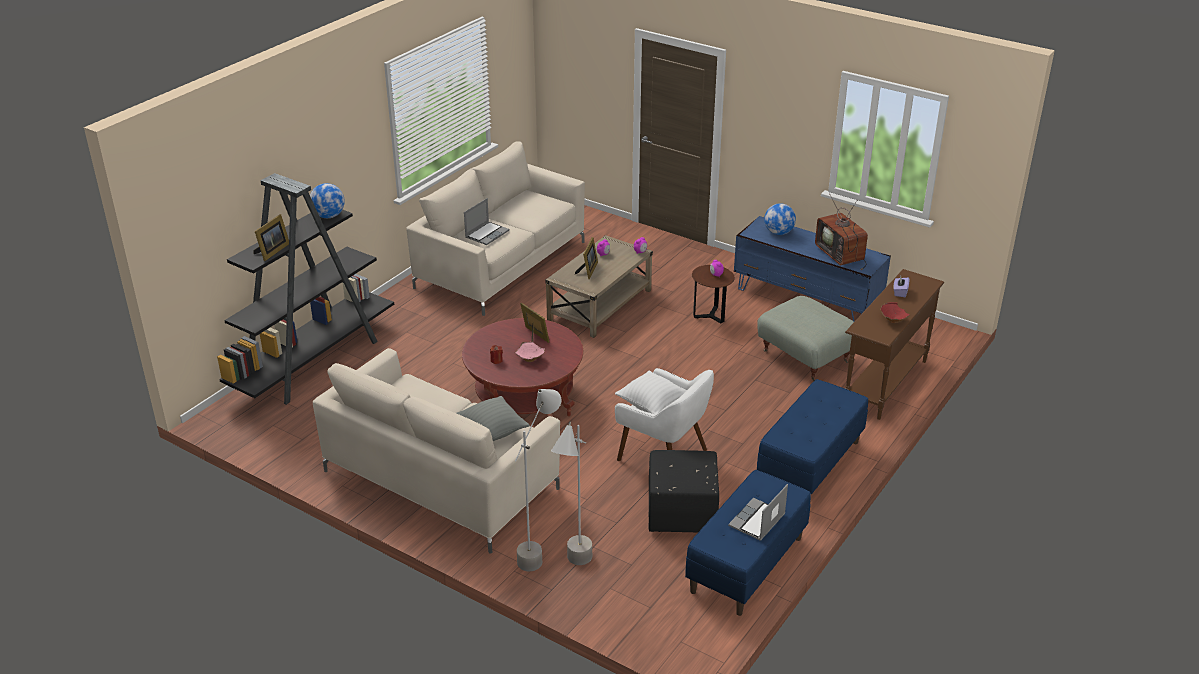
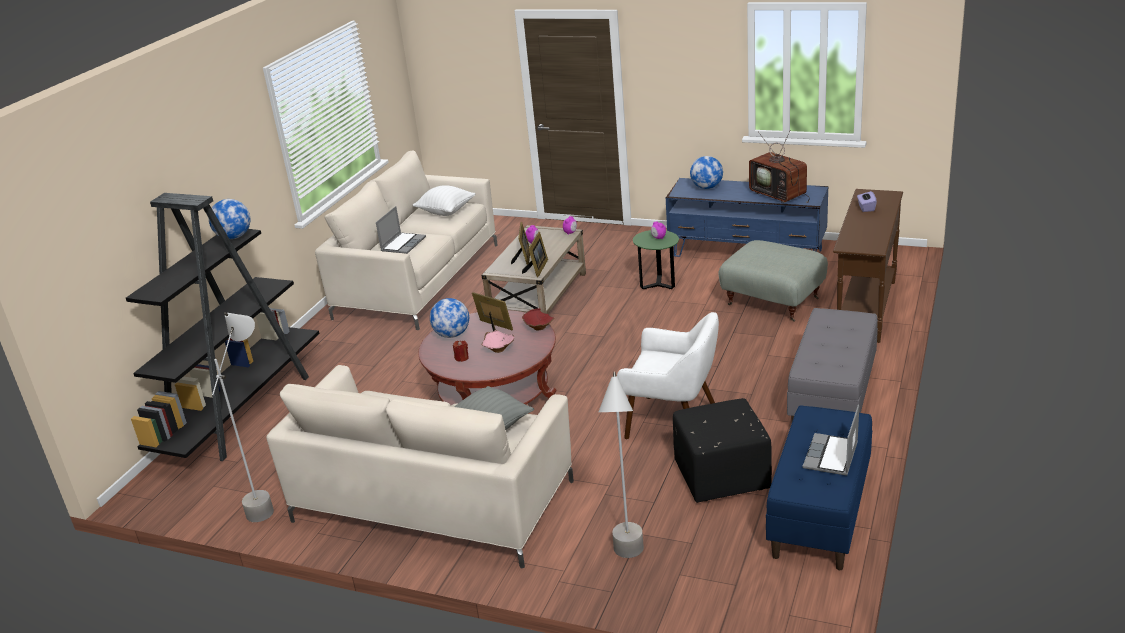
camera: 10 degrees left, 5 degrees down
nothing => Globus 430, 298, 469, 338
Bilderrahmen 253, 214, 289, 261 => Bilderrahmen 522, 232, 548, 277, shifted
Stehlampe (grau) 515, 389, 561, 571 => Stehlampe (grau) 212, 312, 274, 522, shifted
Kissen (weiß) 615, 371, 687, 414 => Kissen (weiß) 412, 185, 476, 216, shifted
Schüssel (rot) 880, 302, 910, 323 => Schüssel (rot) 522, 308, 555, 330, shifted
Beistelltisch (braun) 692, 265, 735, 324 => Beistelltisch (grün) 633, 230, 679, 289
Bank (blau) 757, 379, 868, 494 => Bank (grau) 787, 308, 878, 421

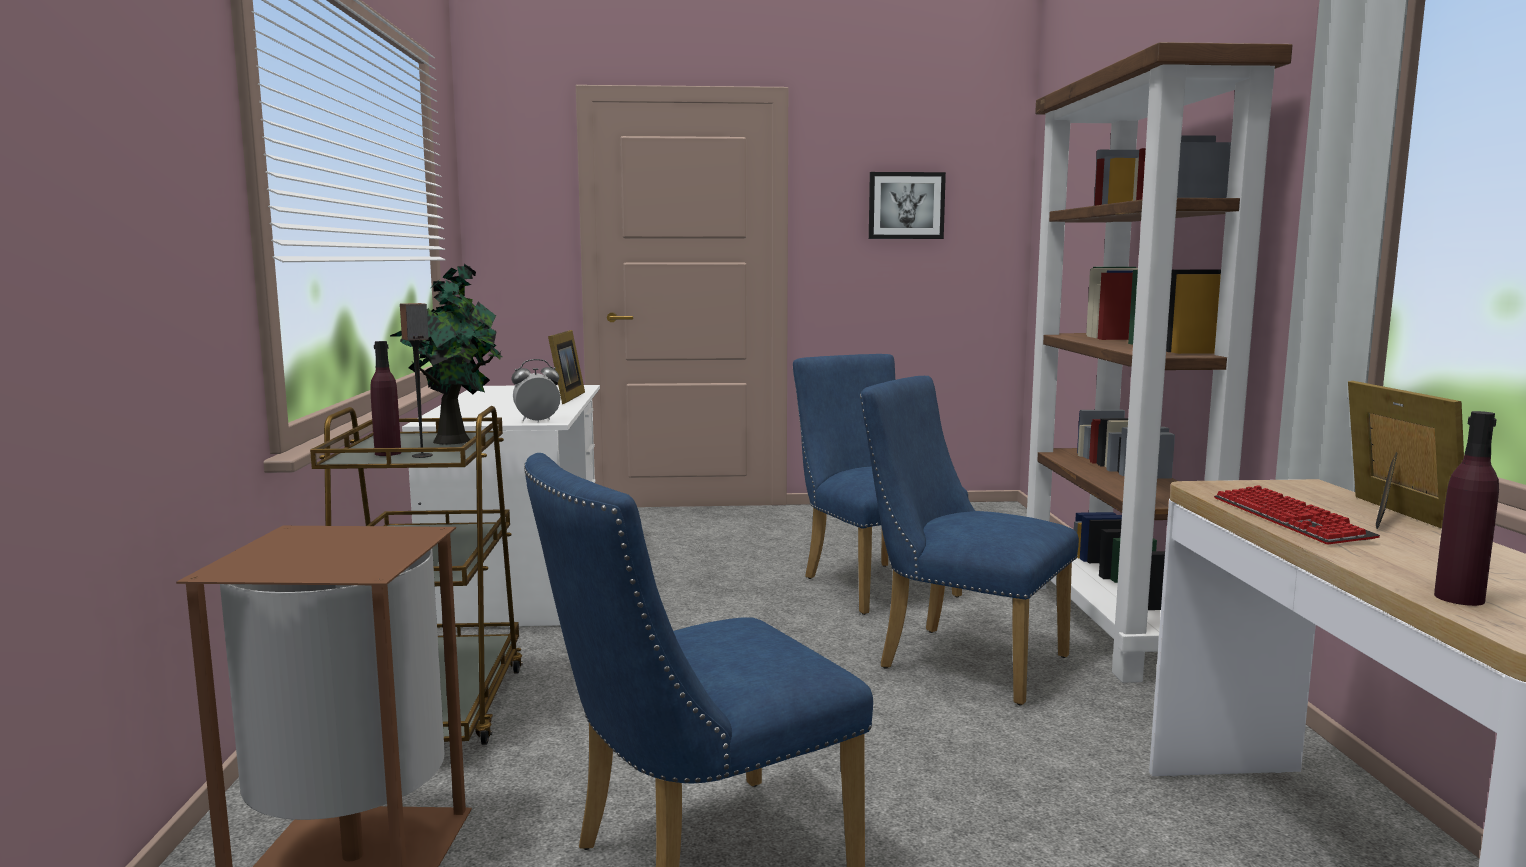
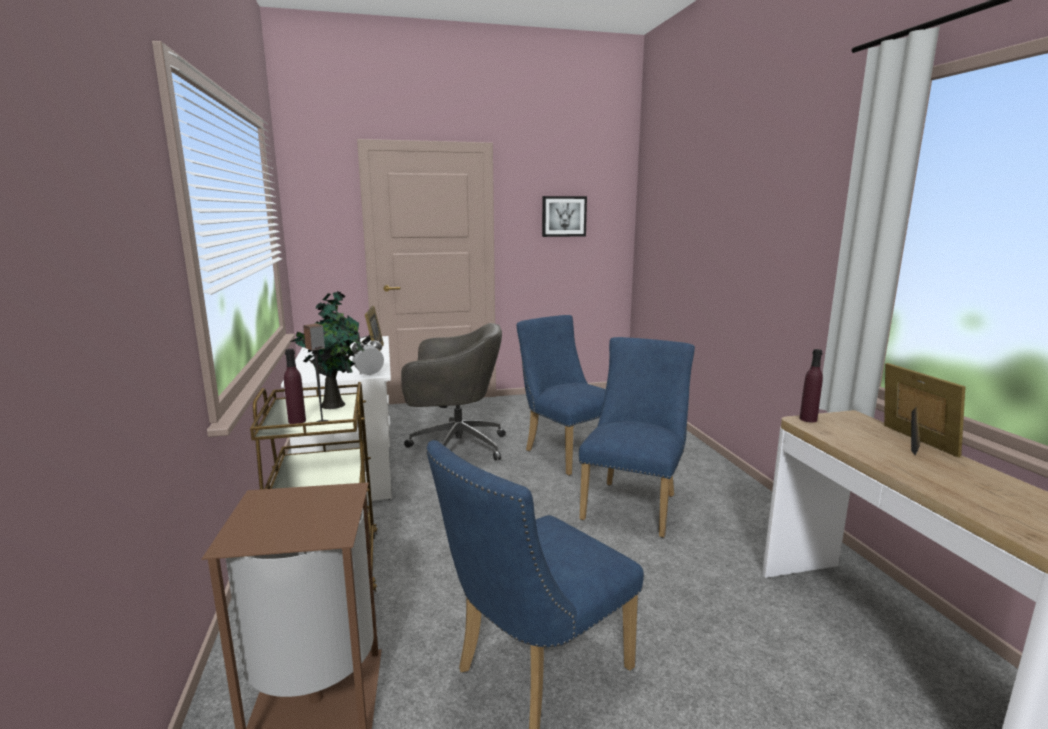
camera: 10 degrees left, 5 degrees up
Bücherregal (braun) 1027, 42, 1292, 683 => nothing
Tastatur 1214, 485, 1380, 544 => nothing
nothing => Bürostuhl (grau) 401, 323, 506, 461
Flasche (lila) 1434, 411, 1499, 606 => Flasche (lila) 800, 349, 823, 422, shifted
Stuhl (blau) 860, 376, 1079, 705 => Stuhl (blau) 579, 337, 695, 538, 90 degrees clockwise

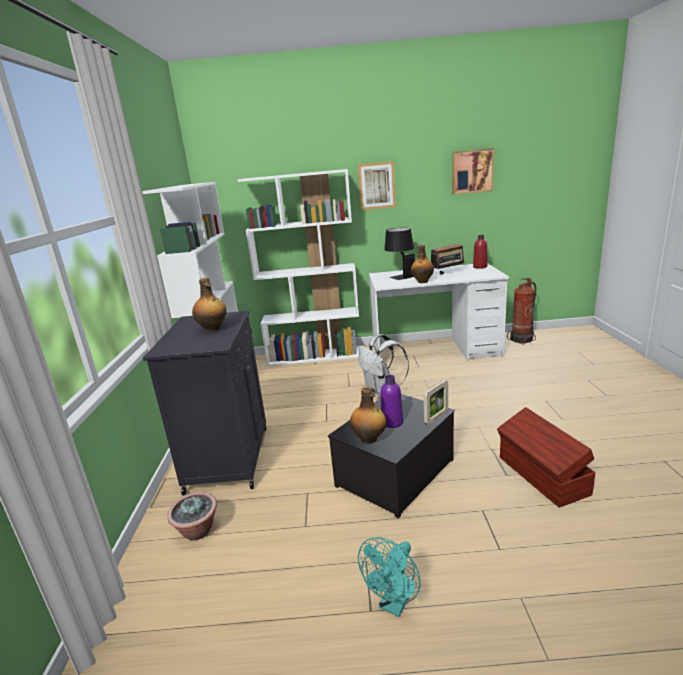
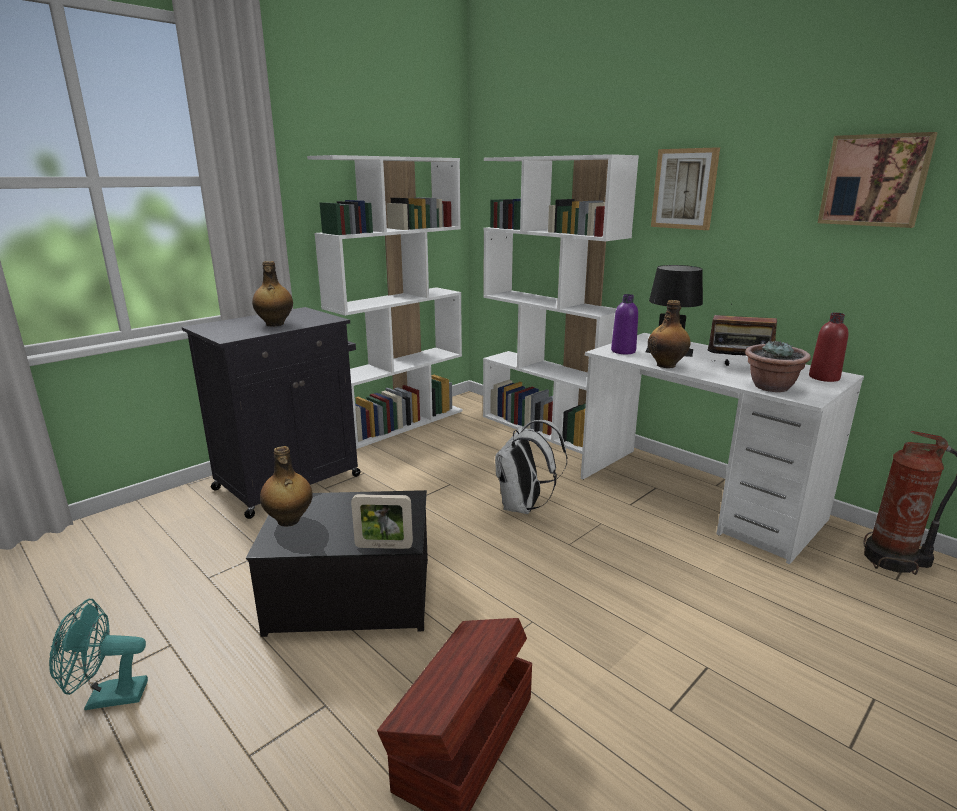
camera: 45 degrees right, 0 degrees up
Topfpflanze 168, 492, 217, 541 => Topfpflanze 745, 340, 811, 392, shifted
Flasche (lila) 381, 375, 403, 428 => Flasche (lila) 611, 294, 638, 354, shifted

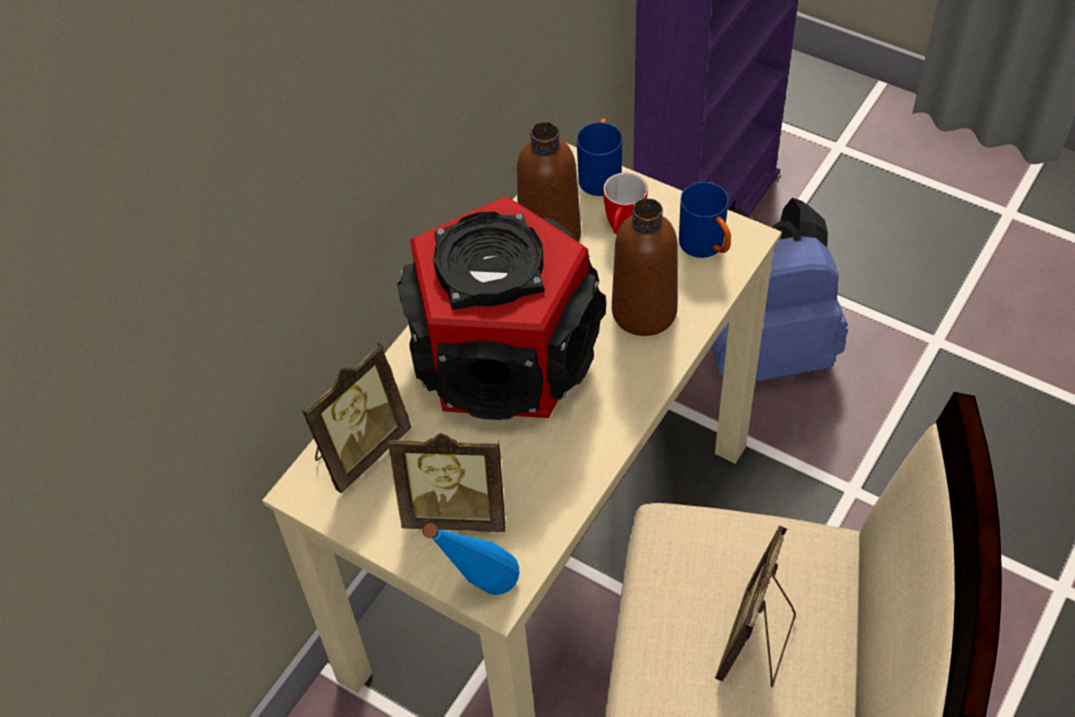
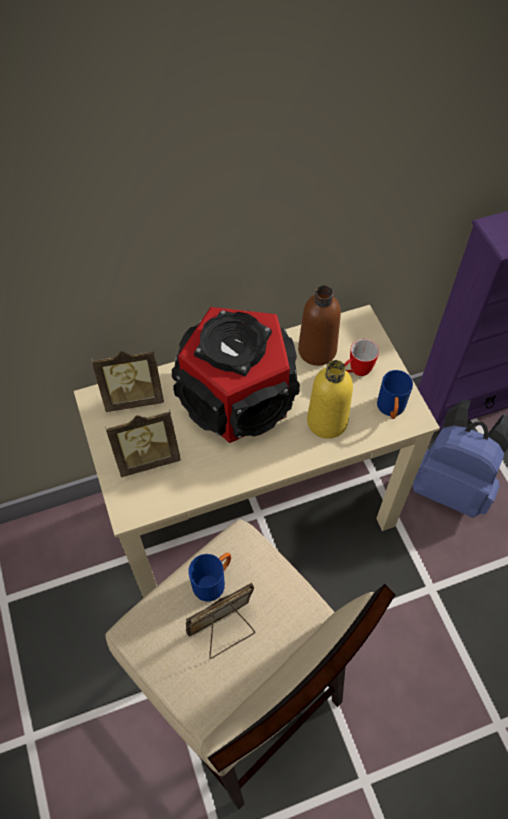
camera: 35 degrees right, 5 degrees up
Flasche (blau) 423, 523, 520, 595 => nothing
Henkelbecher (blau) 577, 118, 622, 196 => Henkelbecher (blau) 188, 553, 231, 601, shifted
Flasche (braun) 612, 198, 678, 336 => Flasche (gelb) 307, 360, 353, 439
Bilderrahmen 388, 433, 505, 532 => Bilderrahmen 105, 409, 181, 477, 60 degrees counterclockwise

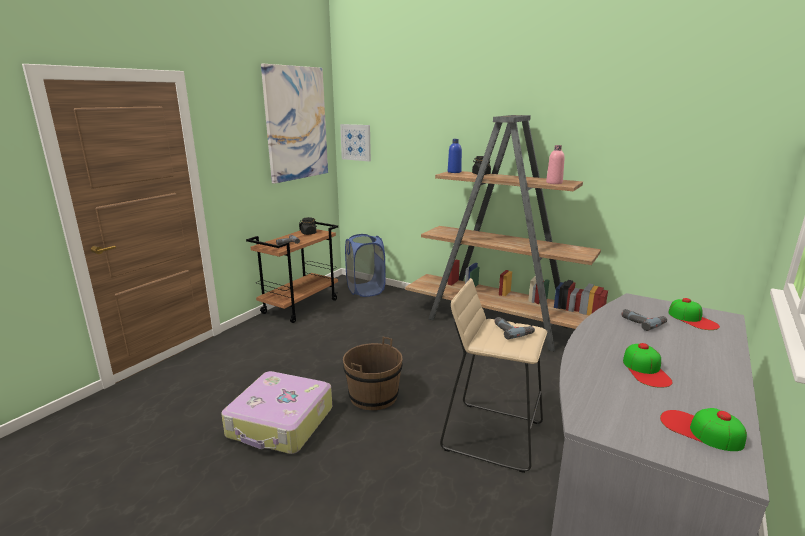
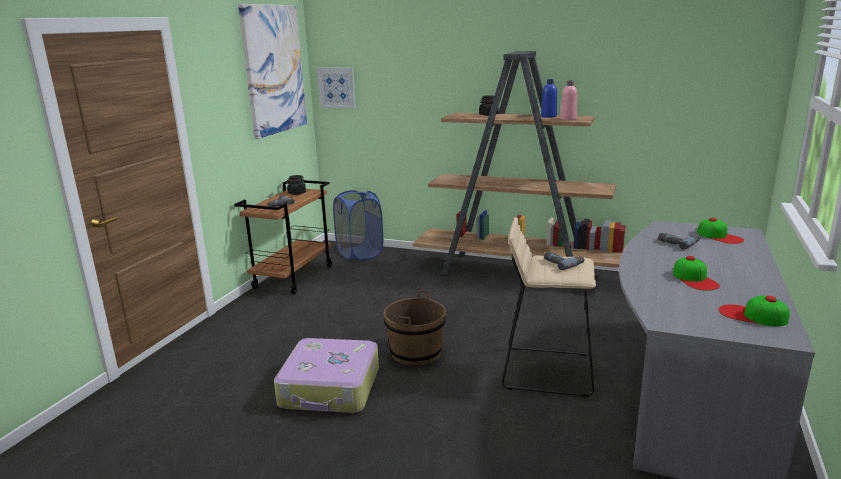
camera: 10 degrees left, 0 degrees up
Flasche (blau) 448, 139, 462, 173 => Flasche (blau) 541, 79, 557, 118, shifted

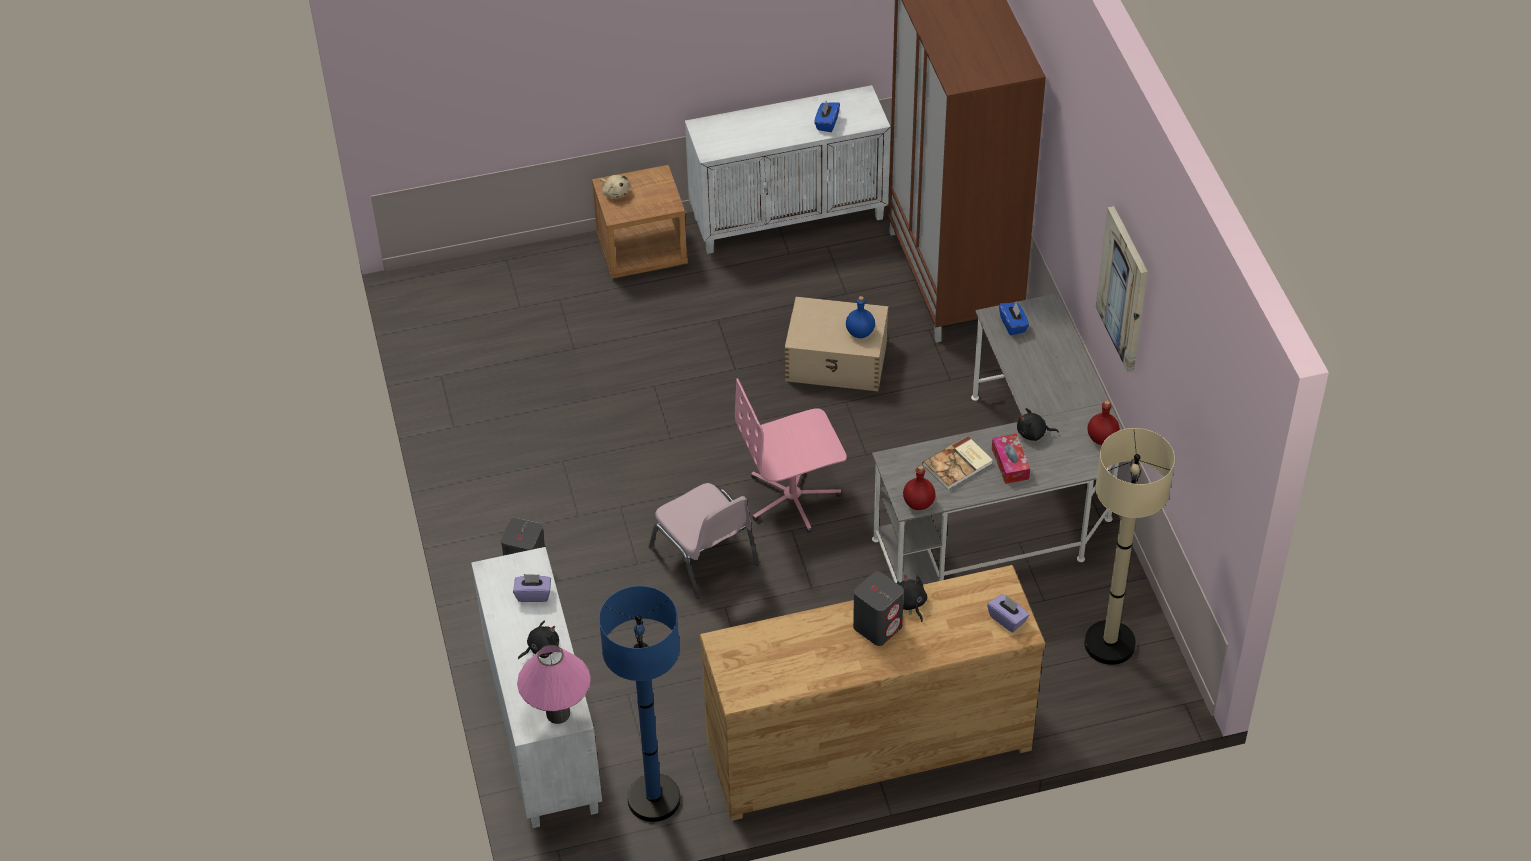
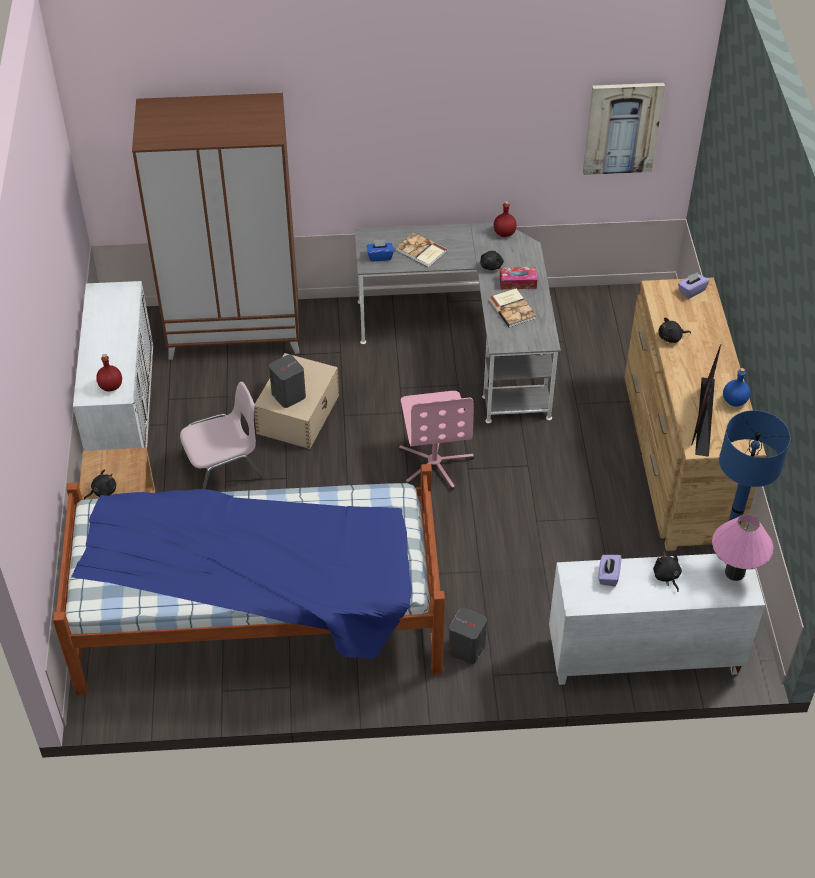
camera: 80 degrees left, 0 degrees up
Taschentuchbox (blau) 814, 101, 840, 132 => nothing
Stehlampe (beige) 1084, 428, 1175, 665 => nothing
nothing => Bett 53, 464, 445, 695
nothing => Buch 396, 232, 447, 268
nothing => Monitor 692, 345, 721, 457
Stuhl (rosa) 649, 483, 759, 599 => Stuhl (rosa) 180, 382, 263, 489, shifted
Flasche (blau) 846, 296, 875, 338 => Flasche (blau) 723, 368, 750, 407, shifted
Lautsprecher (grau) 853, 571, 904, 646 => Lautsprecher (grau) 269, 355, 306, 408, shifted
Flasche (rot) 903, 465, 935, 510 => Flasche (rot) 96, 354, 122, 391, shifted
Bild 1096, 206, 1148, 373 => Bild 583, 83, 665, 175, shifted
Plüschtier (beige) 600, 175, 630, 199 => Plüschtier (schwarz) 84, 470, 116, 500

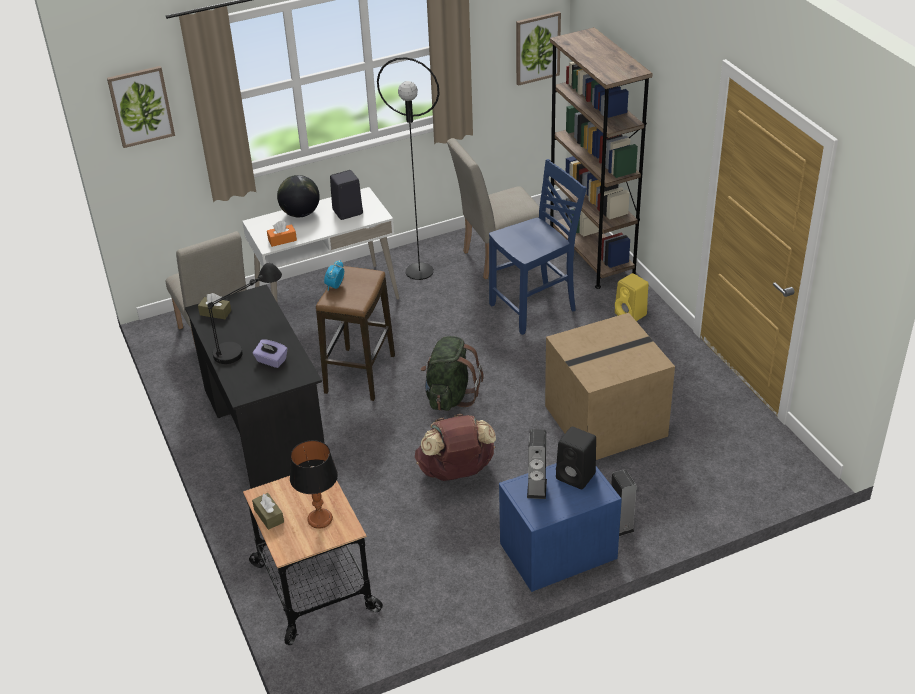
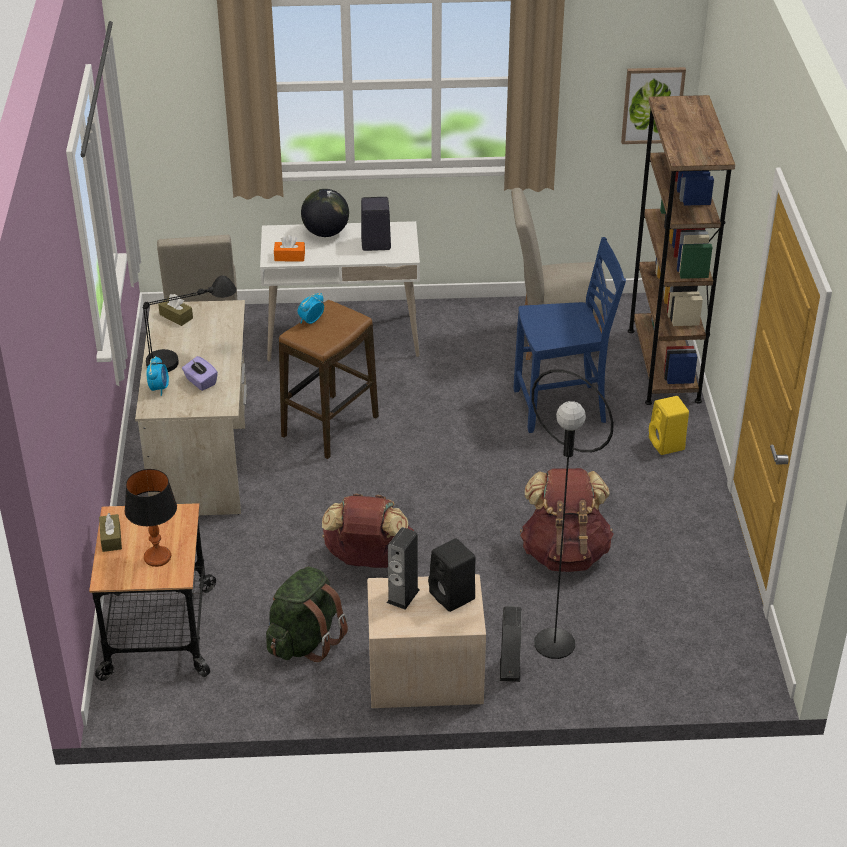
camera: 20 degrees right, 0 degrees up
Bild 107, 66, 175, 148 => nothing
nothing => Wecker 147, 356, 169, 396
Stehlampe (schwarz) 377, 57, 440, 280 => Stehlampe (schwarz) 532, 369, 614, 659, shifted
Rucksack (grün) 421, 336, 484, 411 => Rucksack (grün) 266, 567, 348, 662, shifted
Karton 545, 313, 675, 460 => Rucksack (braun) 520, 468, 613, 572
Schreibtisch (schwarz) 185, 284, 325, 489 => Schreibtisch (beige) 135, 300, 247, 515
Nachttisch (blau) 499, 463, 622, 592 => Nachttisch (beige) 367, 574, 486, 708

